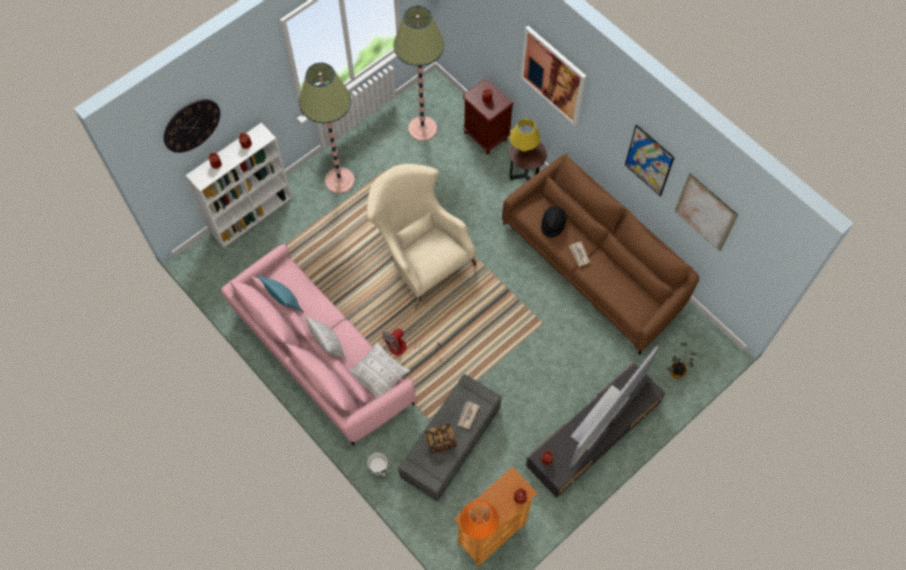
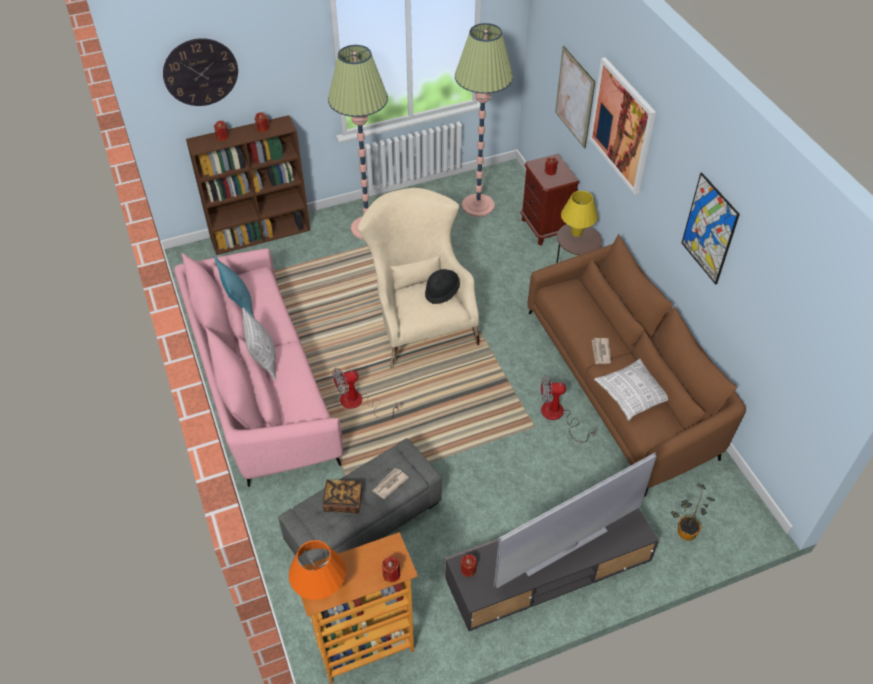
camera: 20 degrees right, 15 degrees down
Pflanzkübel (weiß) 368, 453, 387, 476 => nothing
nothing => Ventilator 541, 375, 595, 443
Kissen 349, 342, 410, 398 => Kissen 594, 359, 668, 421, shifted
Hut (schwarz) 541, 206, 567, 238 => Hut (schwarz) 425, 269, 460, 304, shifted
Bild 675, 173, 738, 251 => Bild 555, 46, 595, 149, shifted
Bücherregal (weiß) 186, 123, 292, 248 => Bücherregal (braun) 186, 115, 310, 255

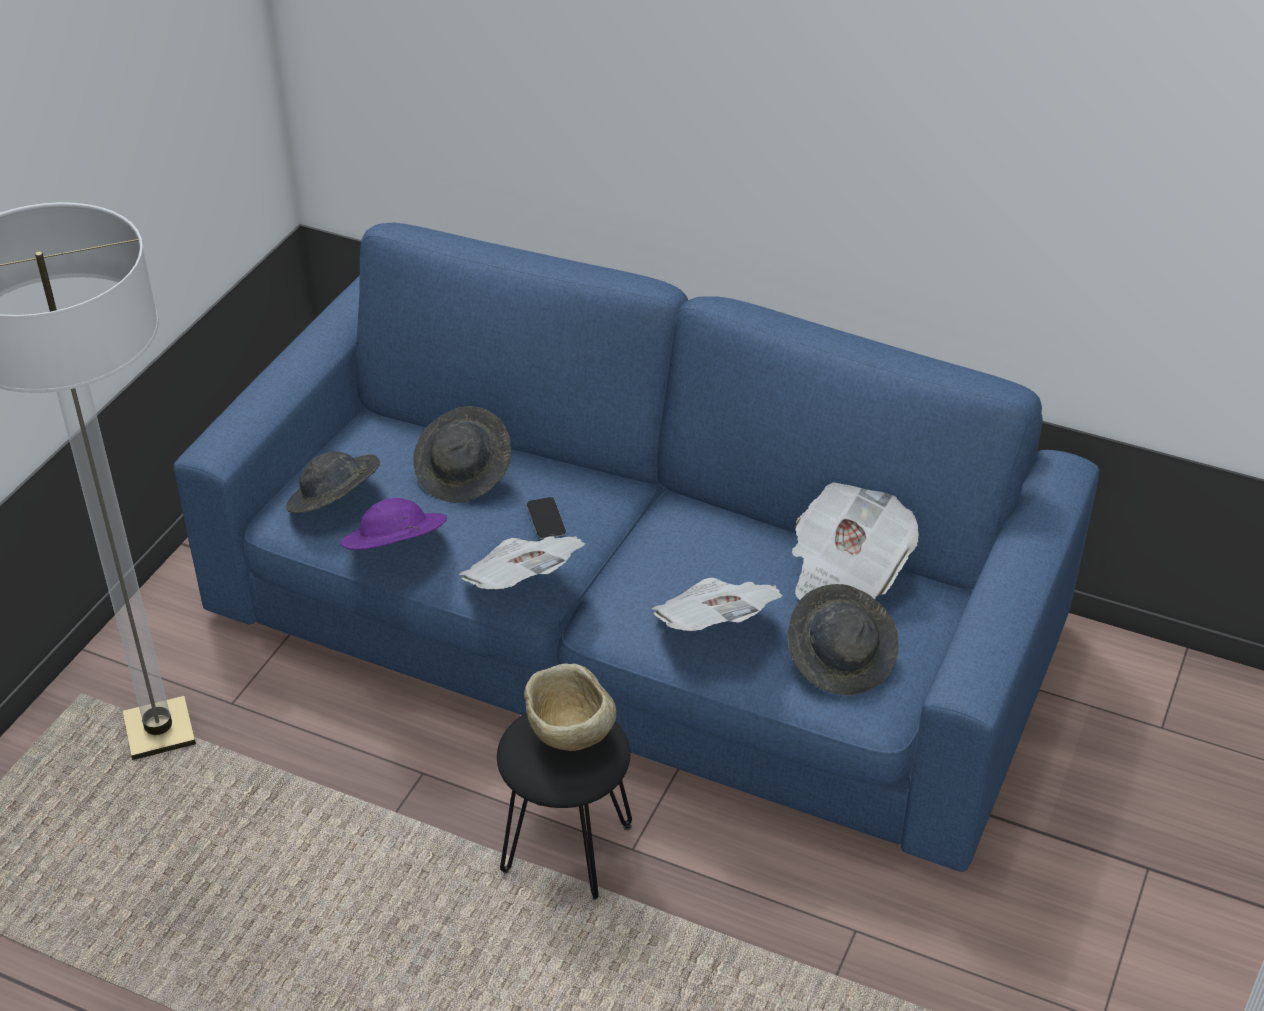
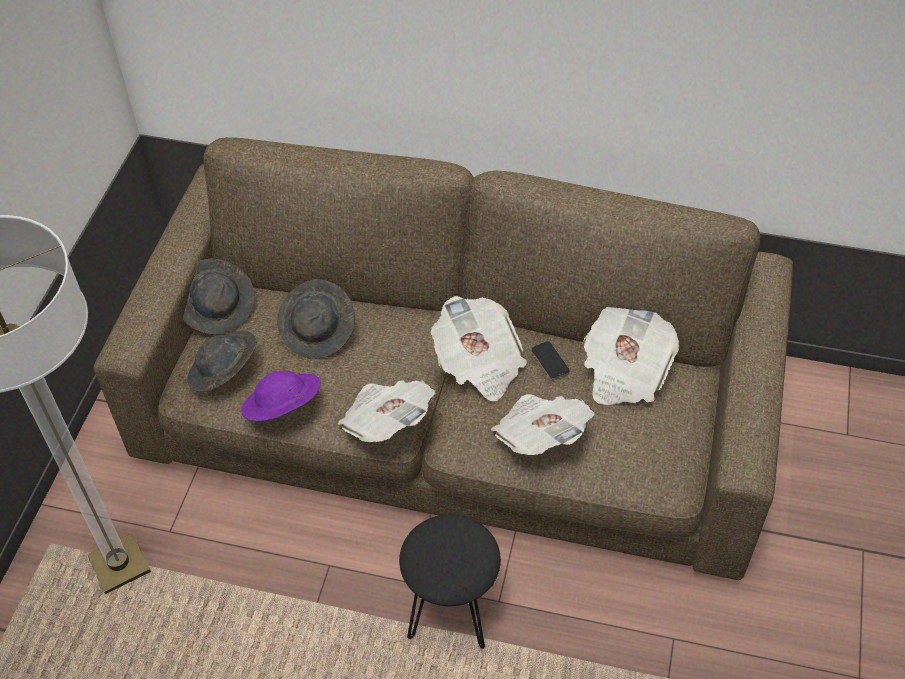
camera: 10 degrees left, 10 degrees up
Schüssel (beige) 524, 663, 616, 751 => nothing
nothing => Zeitung 431, 296, 527, 401
Handy 527, 497, 566, 540 => Handy 531, 341, 570, 379, shifted
Hut (grau) 788, 584, 899, 695 => Hut (grau) 183, 258, 254, 334, shifted
Sofa (blau) 174, 223, 1099, 872 => Sofa (braun) 94, 137, 793, 580

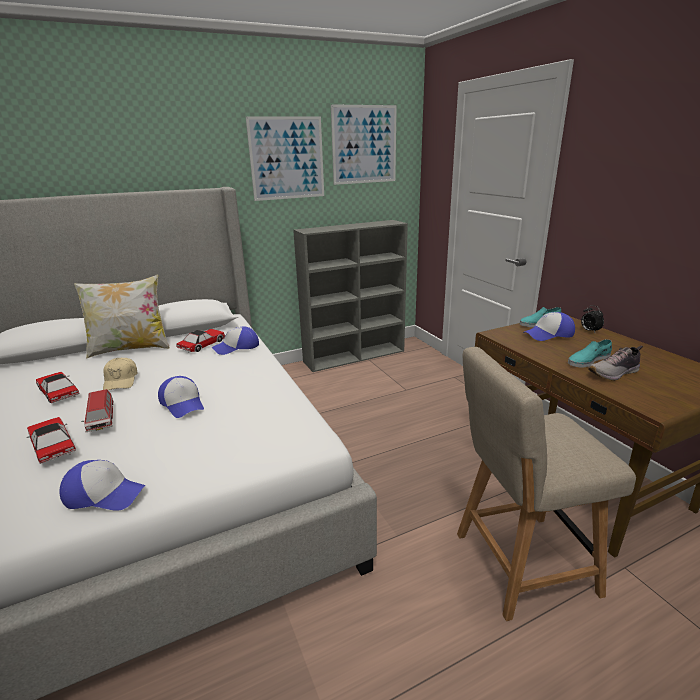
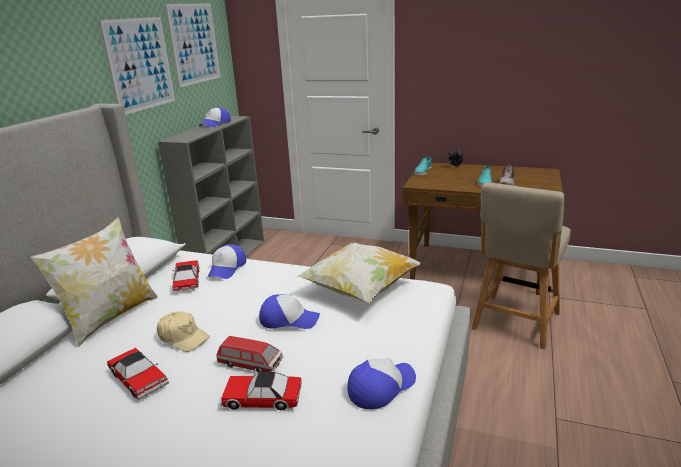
camera: 45 degrees left, 0 degrees up
nothing => Kissen 296, 243, 422, 303
Kappe 523, 312, 575, 341 => Kappe 199, 107, 231, 127, shifted
Spielzeugauto 36, 372, 79, 403 => Spielzeugauto 107, 348, 169, 400, 135 degrees counterclockwise

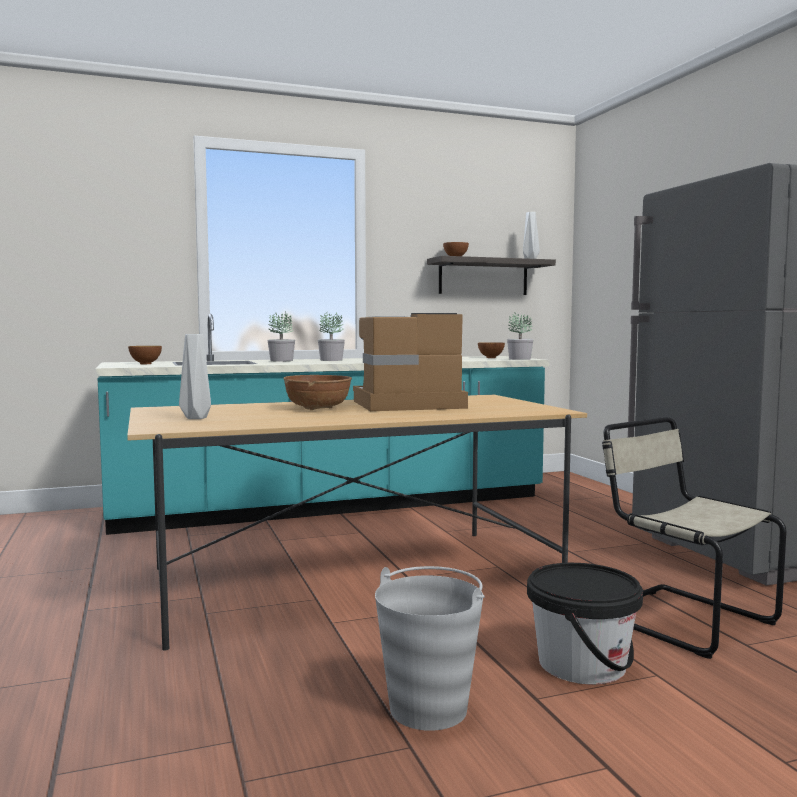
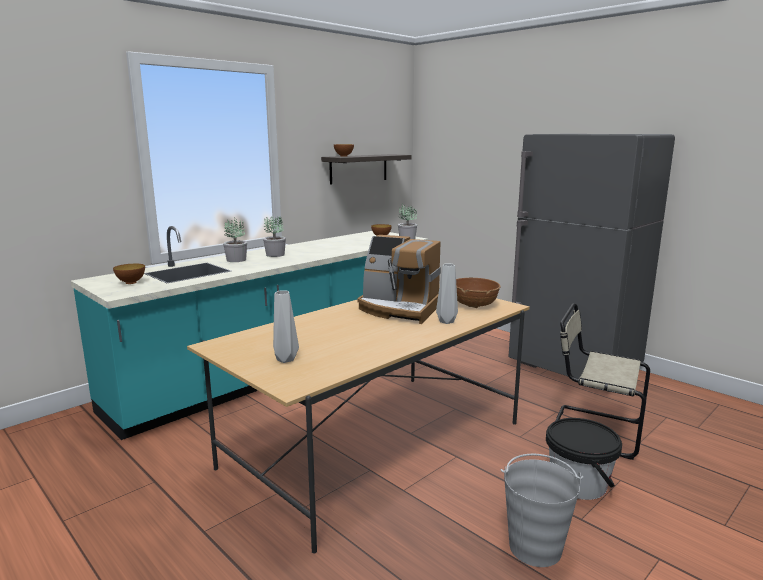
camera: 25 degrees left, 10 degrees up
Schüssel (braun) 283, 375, 352, 410 => Schüssel (braun) 456, 278, 501, 308, shifted
Vase (grau) 523, 212, 540, 259 => Vase (grau) 436, 264, 458, 324, shifted
Kaffeemaschine 353, 313, 468, 411 => Kaffeemaschine 357, 235, 441, 324, 120 degrees counterclockwise

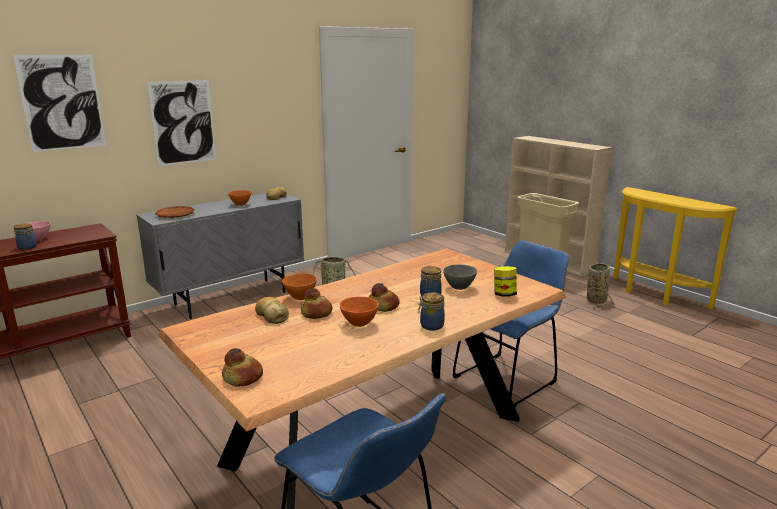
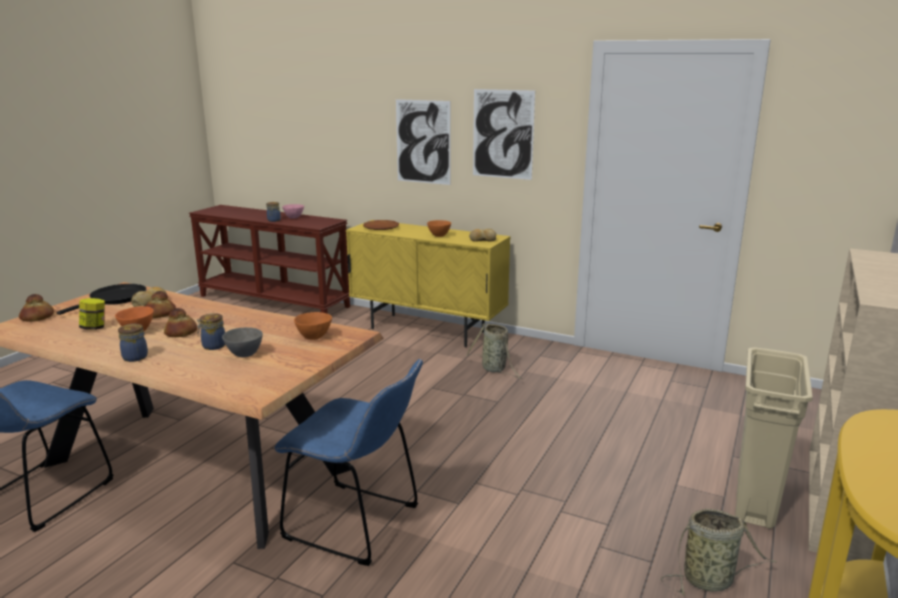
camera: 65 degrees right, 0 degrees up
nothing => Pfanne (schwarz) 57, 284, 146, 315
Bild 13, 55, 106, 152 => Bild 473, 89, 535, 180, shifted
Schüssel (orange) 282, 273, 317, 300 => Schüssel (orange) 294, 312, 332, 340, shifted
Vorratsglas 494, 266, 517, 297 => Vorratsglas 79, 298, 105, 330, shifted
Schrank (grau) 136, 193, 304, 319 => Schrank (gelb) 346, 220, 510, 347

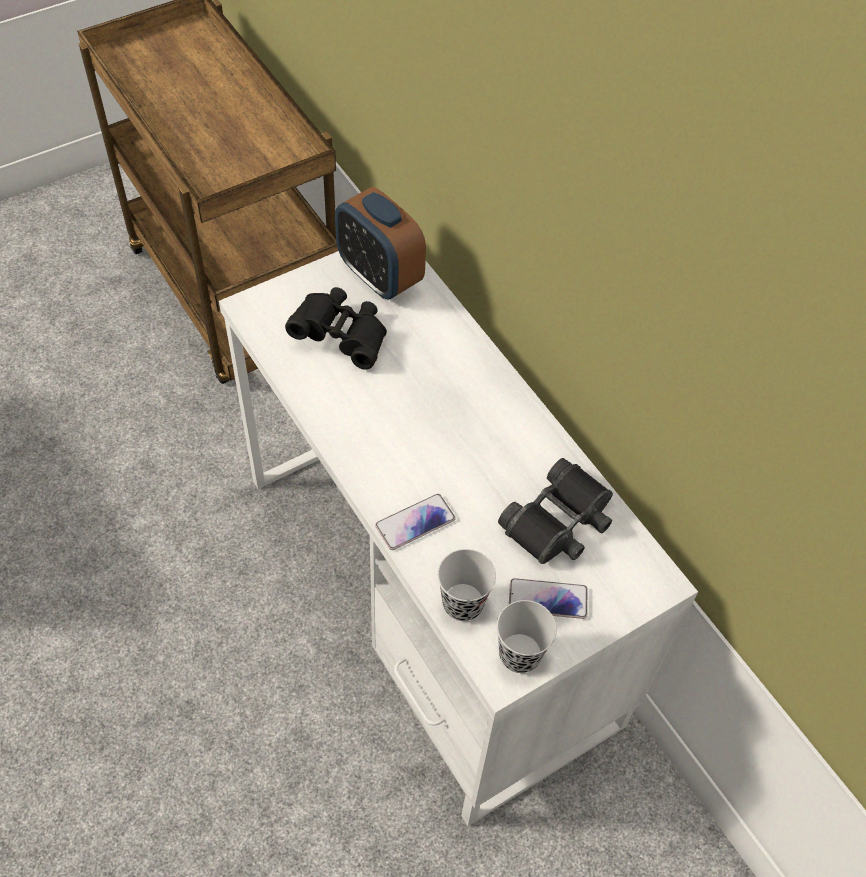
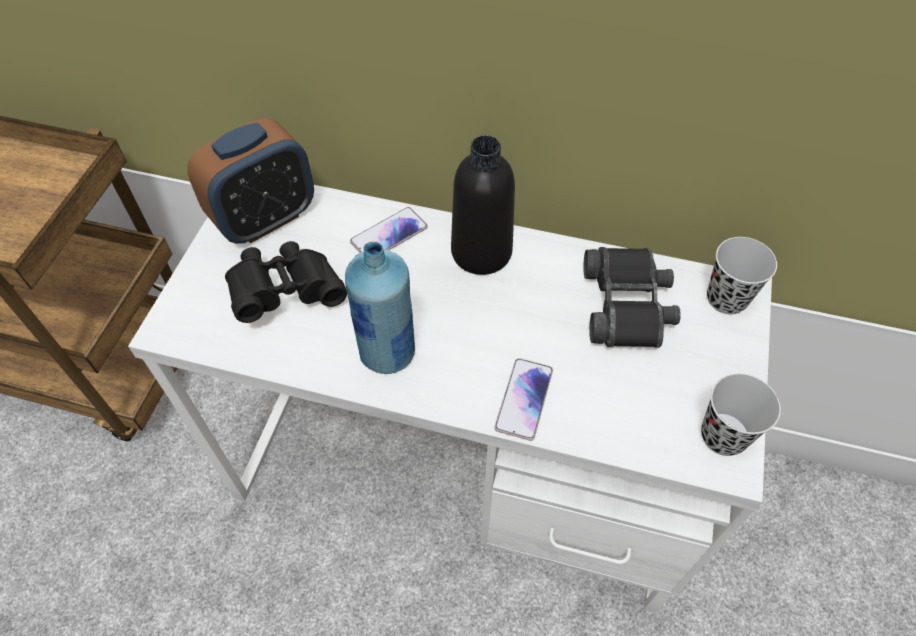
camera: 40 degrees left, 0 degrees up
nothing => Flasche (blau) 345, 242, 415, 374
nothing => Flasche (schwarz) 451, 135, 515, 275
Tasse (schwarz) 437, 549, 496, 621 => Tasse (schwarz) 707, 237, 777, 315, shifted
Handy 509, 578, 588, 619 => Handy 350, 207, 428, 253, shifted
Wecker 335, 187, 426, 300 => Wecker 187, 118, 314, 244, 45 degrees counterclockwise

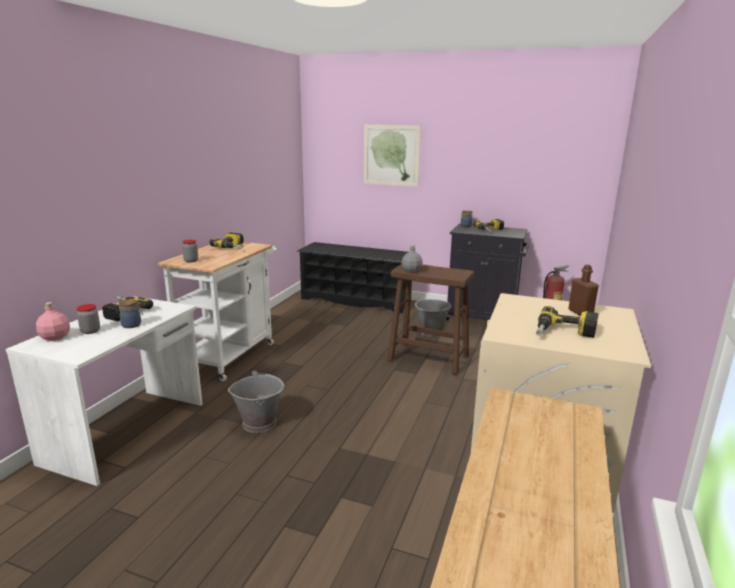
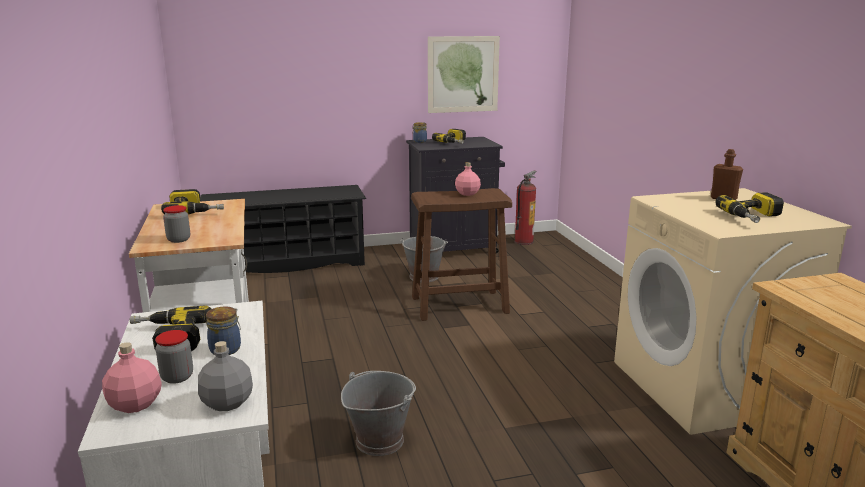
camera: 35 degrees left, 0 degrees up
nothing => Flasche (rosa) 455, 162, 481, 196
Bild 364, 125, 421, 187 => Bild 428, 36, 500, 113, shifted
Flasche (grau) 402, 245, 423, 272 => Flasche (grau) 198, 341, 253, 411, shifted

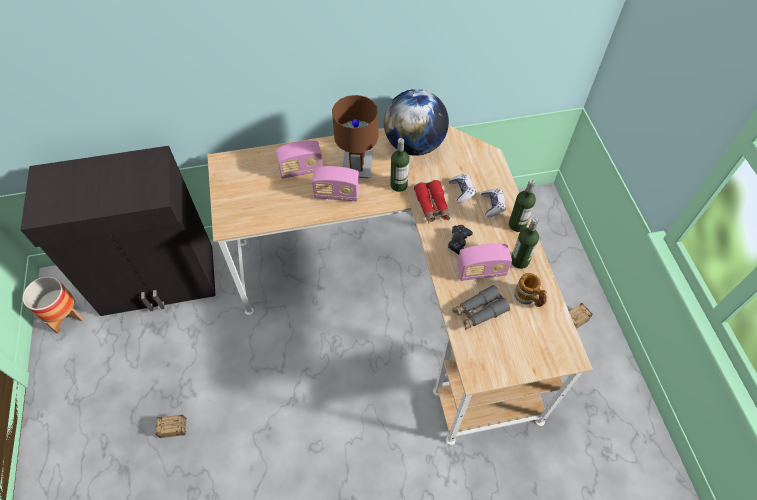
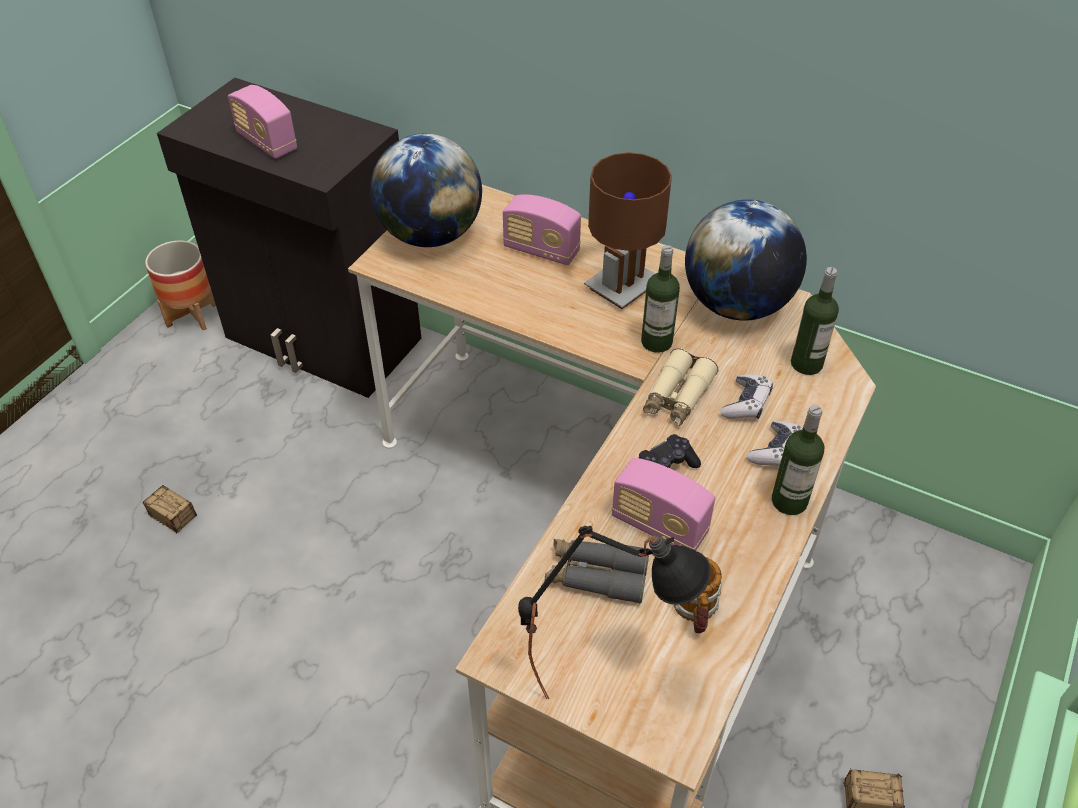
camera: 40 degrees right, 10 degrees down
nothing => Globus 370, 134, 482, 247
nothing => Tischlampe (schwarz) 518, 526, 711, 699
Radio 312, 166, 360, 201 => Radio 228, 85, 297, 159, shifted
Flasche 511, 217, 539, 269 => Flasche 791, 267, 839, 375, shifted
Fernglas (rot) 414, 180, 450, 224 => Fernglas (beige) 643, 348, 718, 426

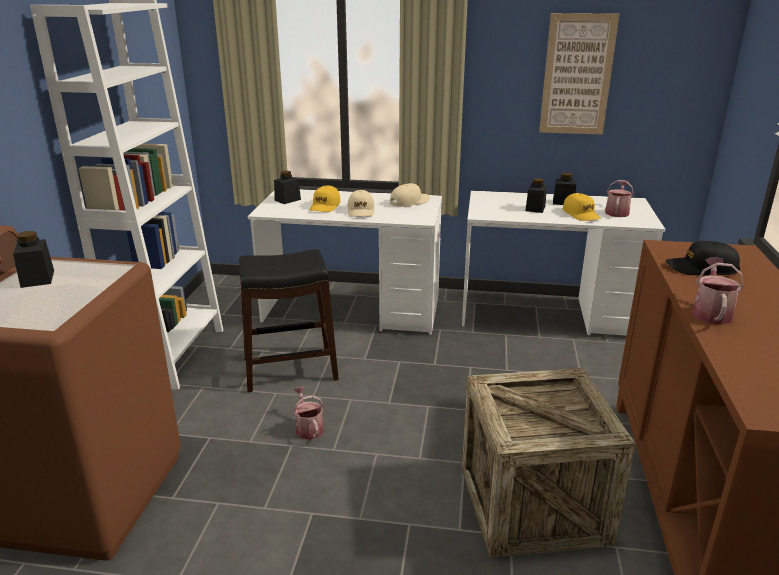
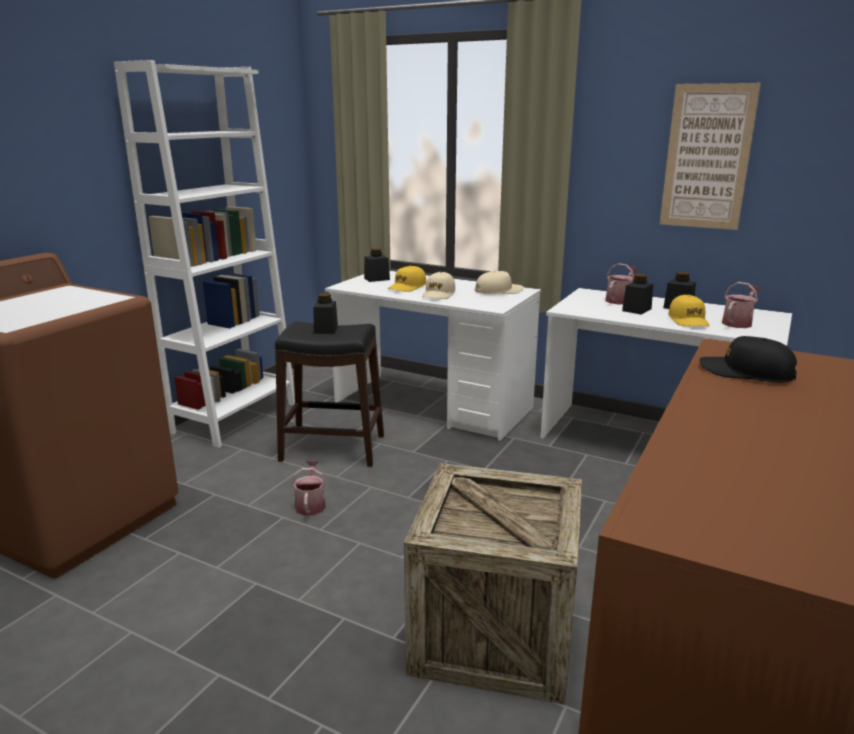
camera: 20 degrees right, 5 degrees down
Vorratsglas (schwarz) 13, 231, 54, 288 => Vorratsglas (schwarz) 313, 293, 338, 334, shifted
Gießkanne 692, 257, 744, 325 => Gießkanne 605, 263, 638, 304, shifted

